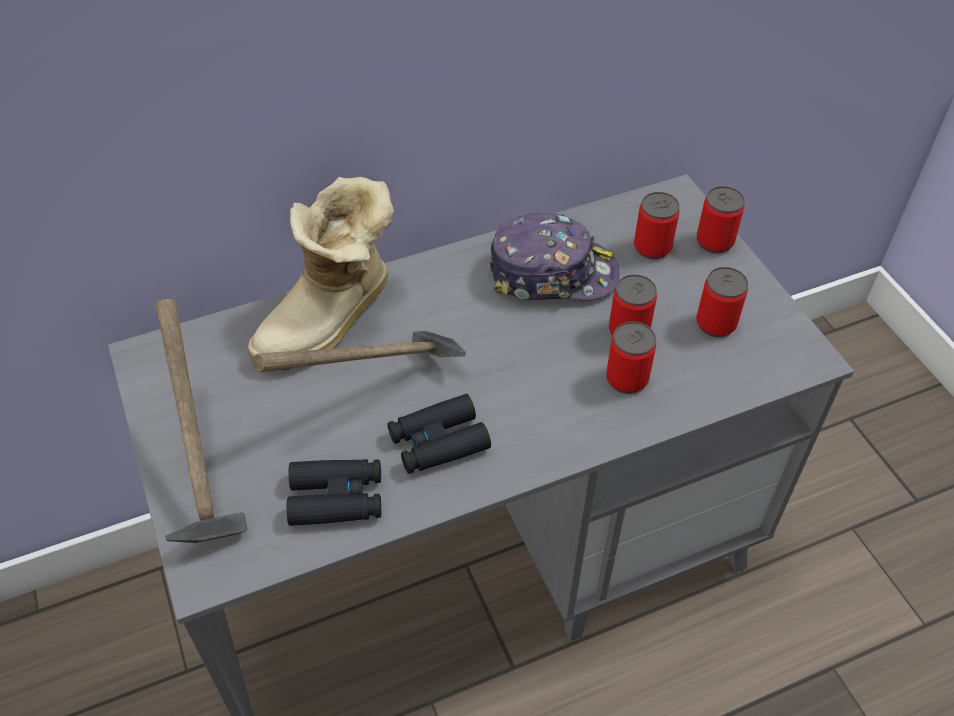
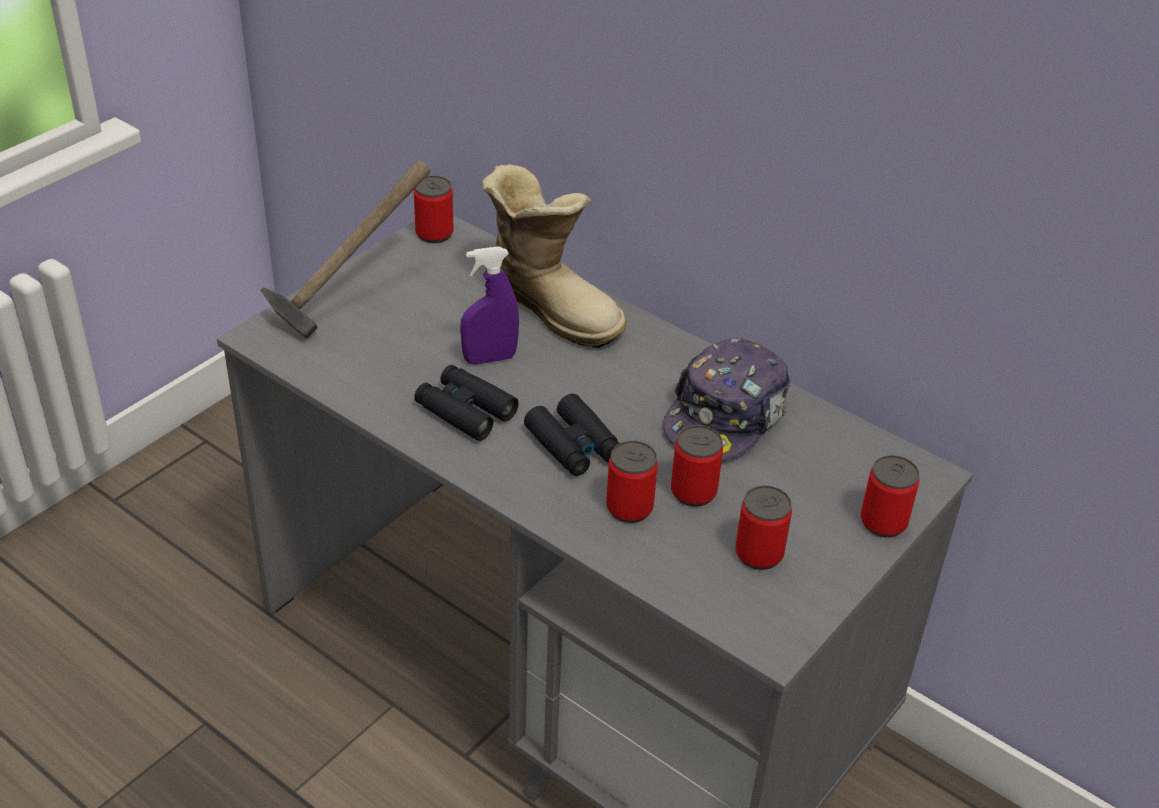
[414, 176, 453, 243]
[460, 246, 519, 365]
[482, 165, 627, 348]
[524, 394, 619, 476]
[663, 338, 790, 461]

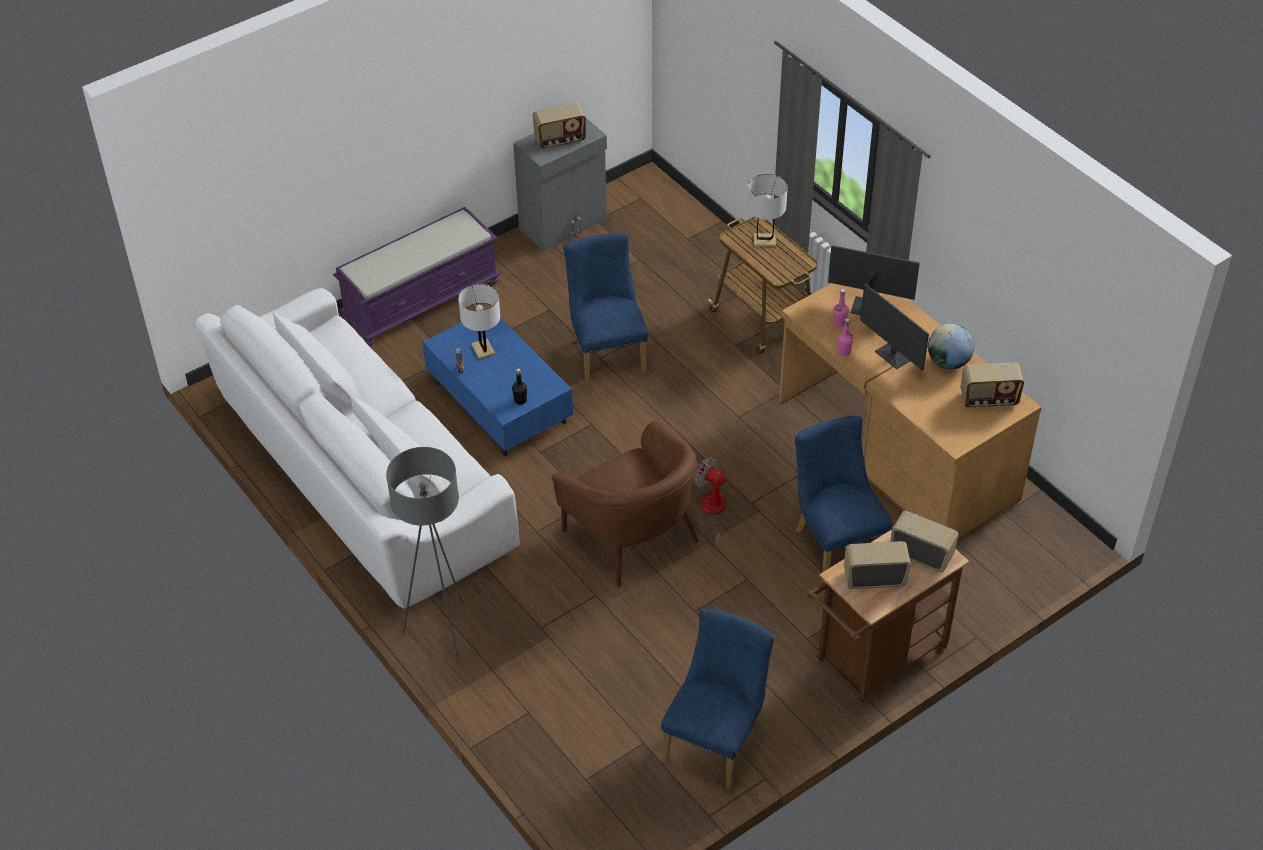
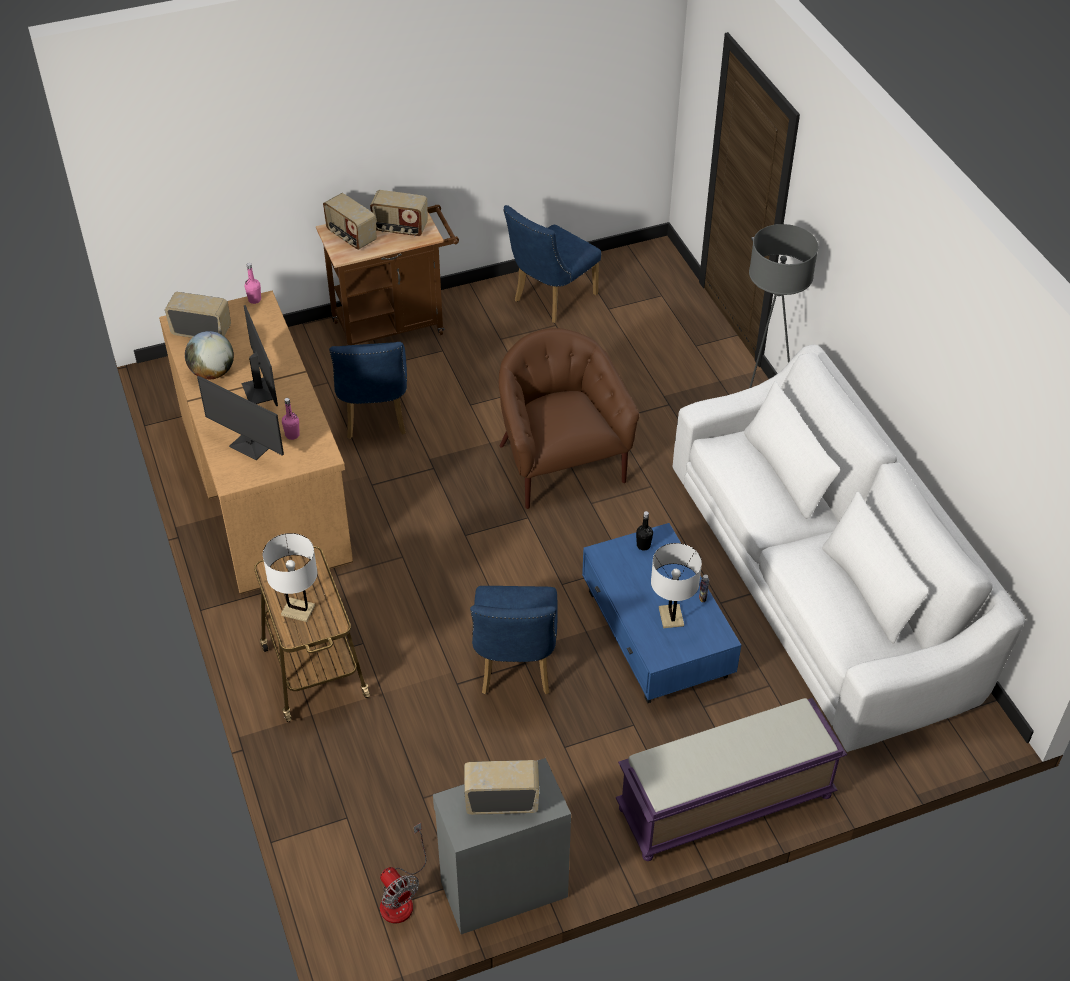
[245, 263, 261, 304]
[380, 823, 426, 924]

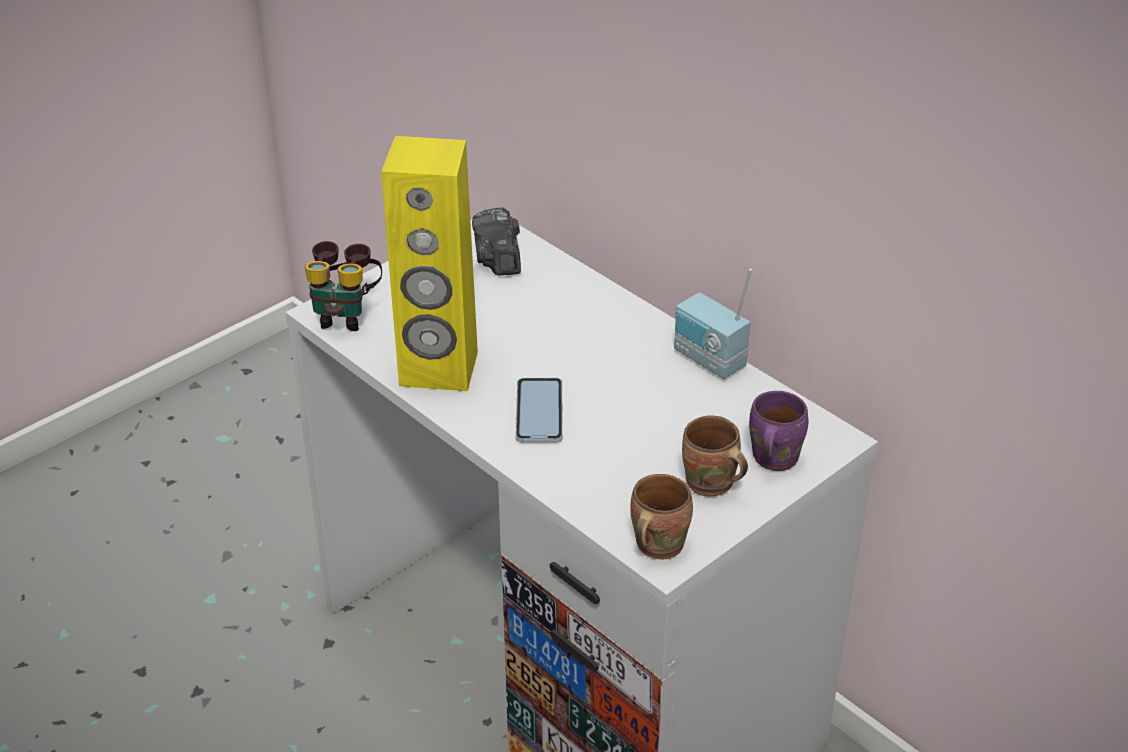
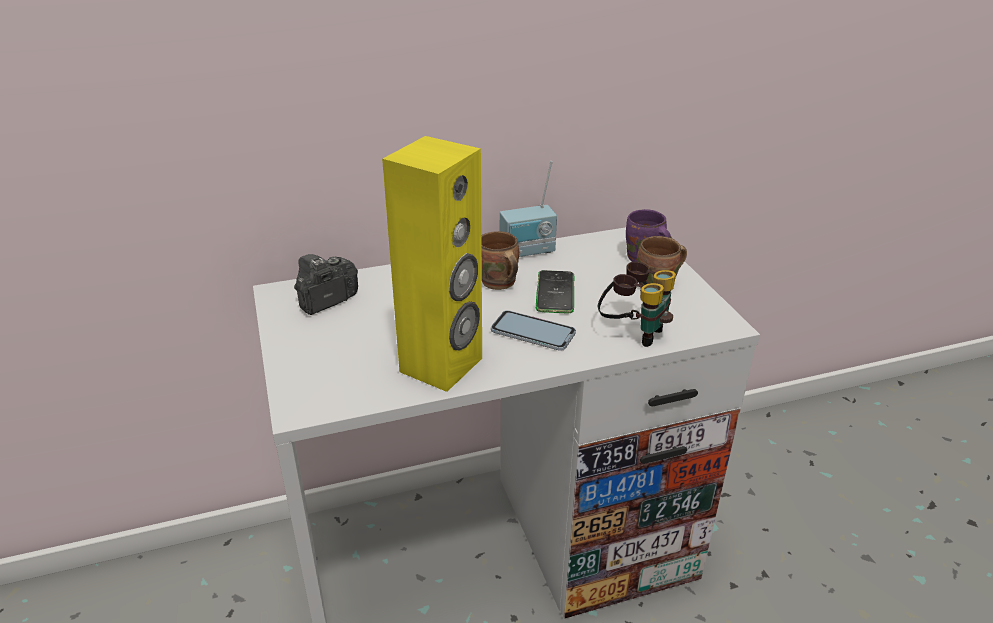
[294, 254, 358, 315]
[481, 231, 519, 290]
[536, 270, 574, 314]
[598, 262, 676, 347]

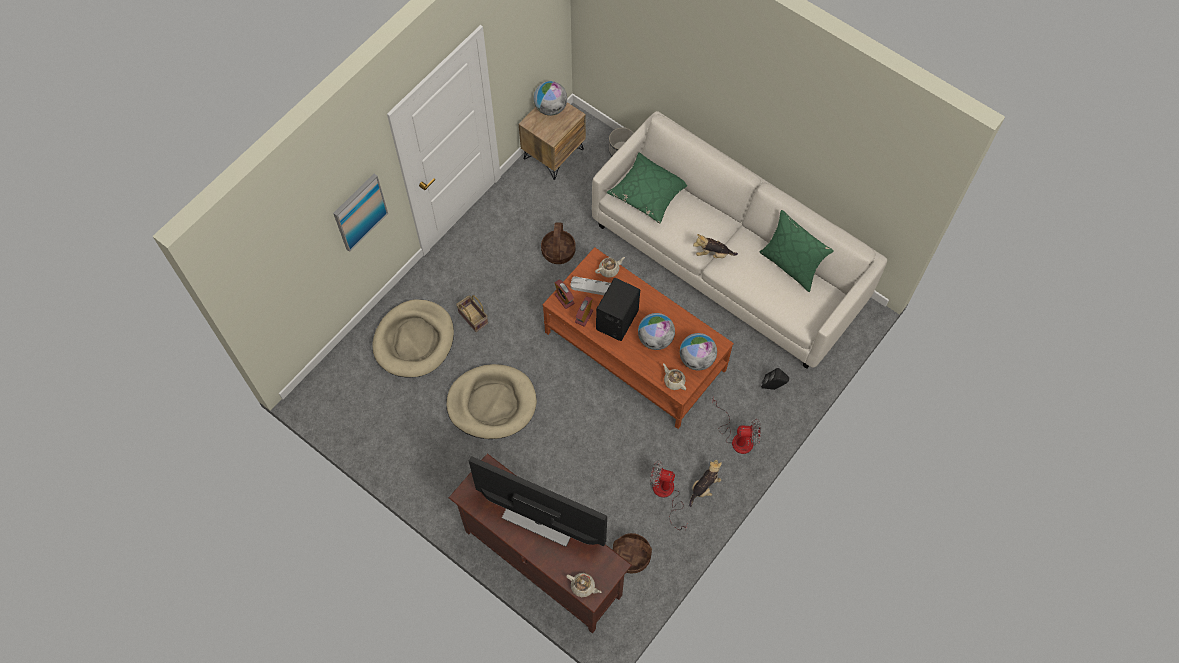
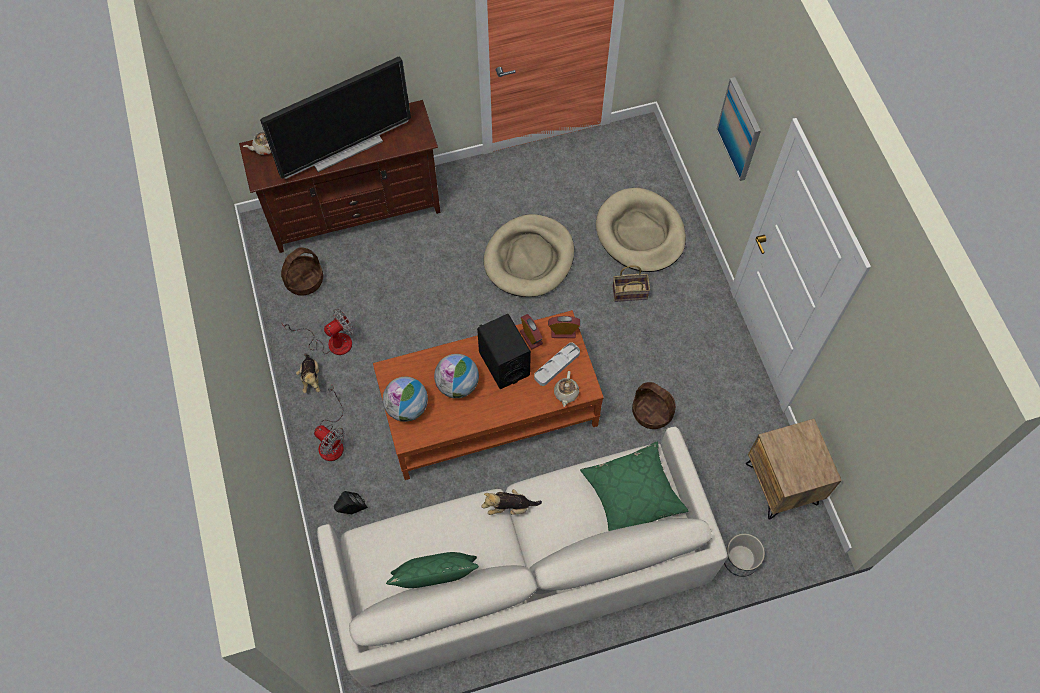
[314, 385, 345, 461]
[481, 489, 542, 515]
[534, 81, 567, 116] (first image)
[663, 363, 686, 390] (first image)

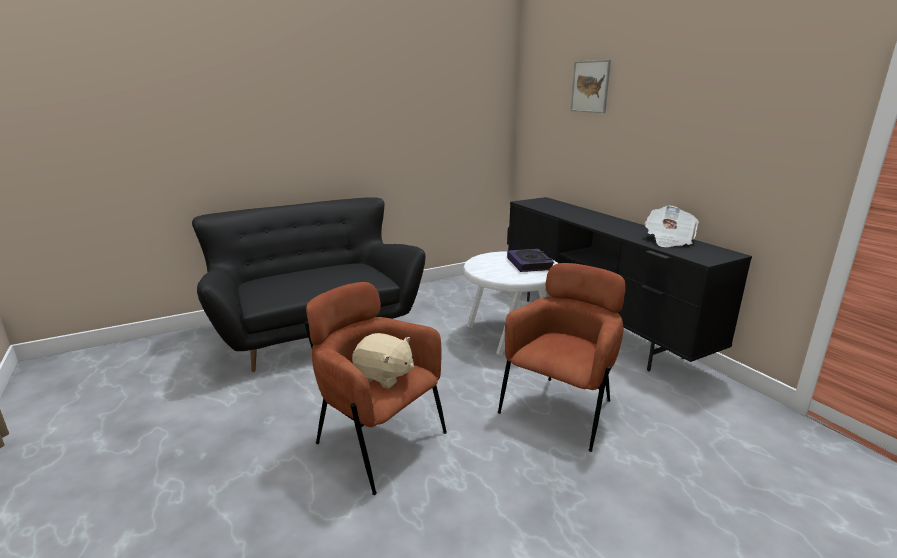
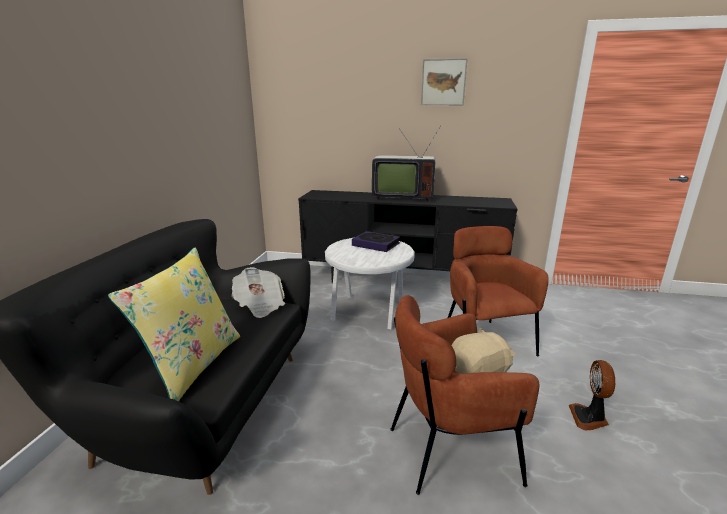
[108, 248, 240, 401]
[231, 267, 285, 318]
[372, 127, 440, 202]
[421, 58, 468, 105]
[569, 360, 615, 430]

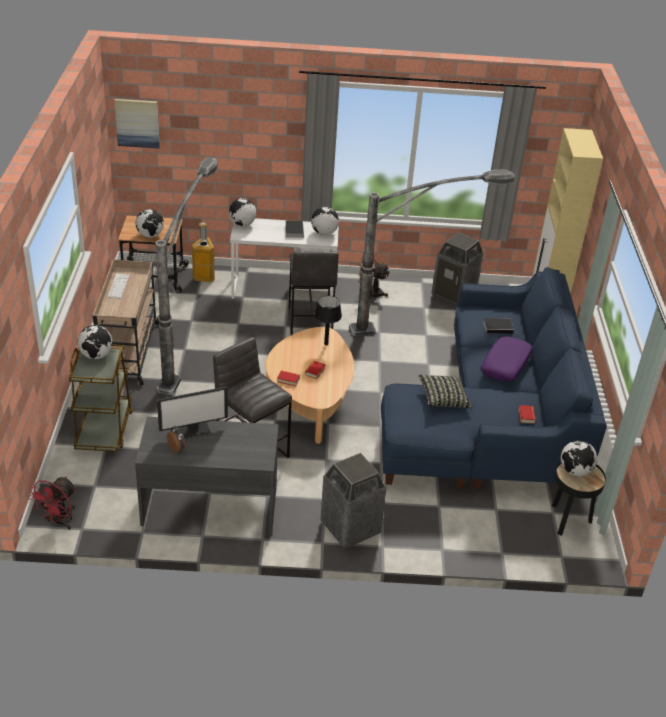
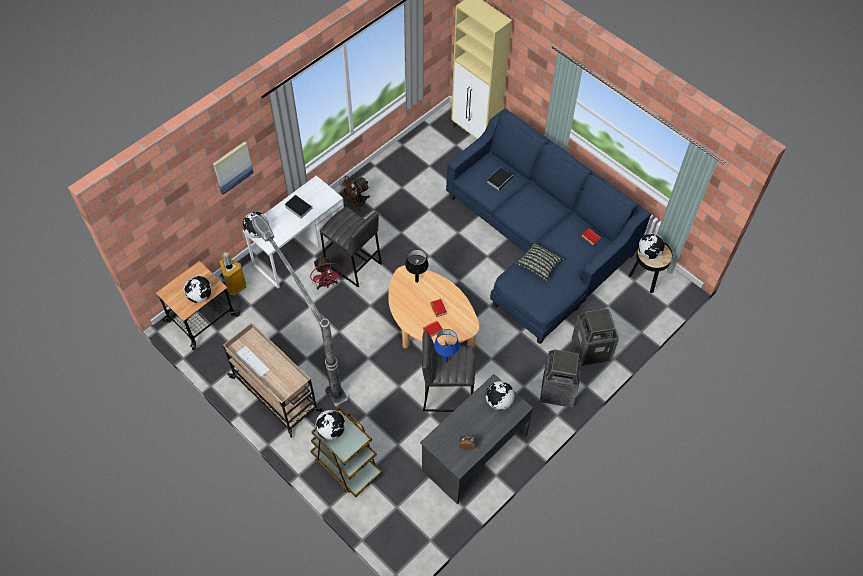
[213, 141, 254, 195]
[310, 256, 342, 289]
[434, 329, 460, 363]
[486, 381, 515, 410]
[572, 308, 619, 366]
[157, 386, 228, 439] (first image)
[349, 170, 515, 336] (first image)
[481, 336, 533, 382] (first image)

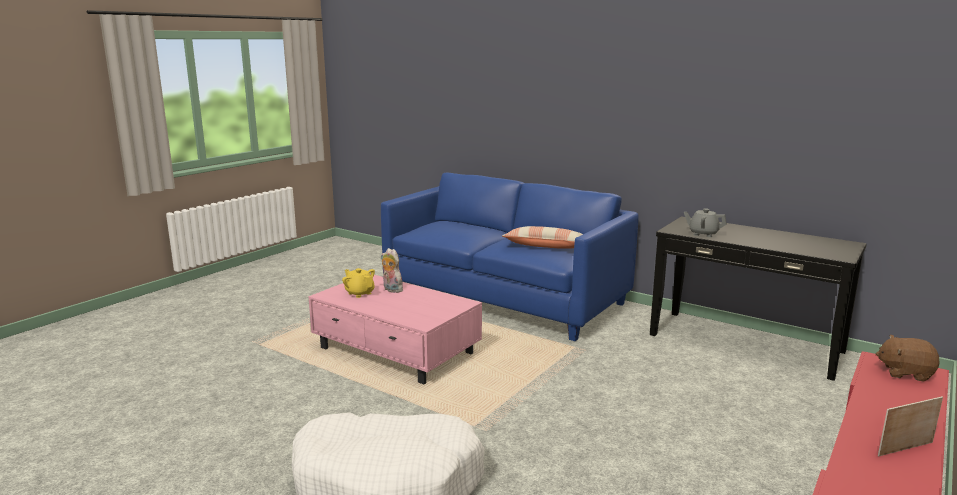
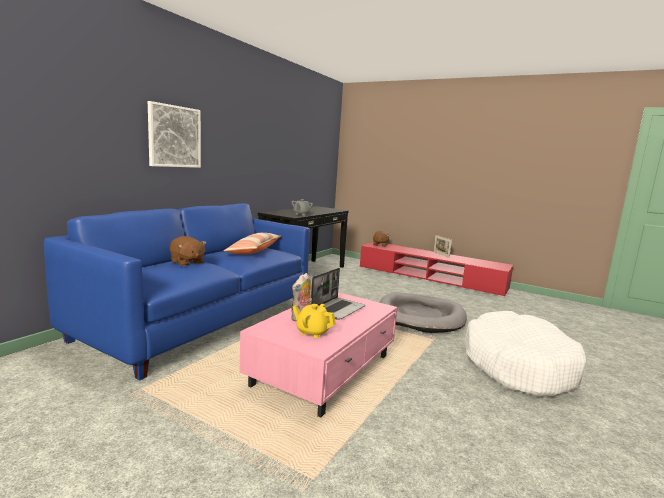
[148, 101, 201, 168]
[170, 236, 207, 266]
[292, 304, 336, 338]
[311, 268, 365, 320]
[379, 292, 467, 333]

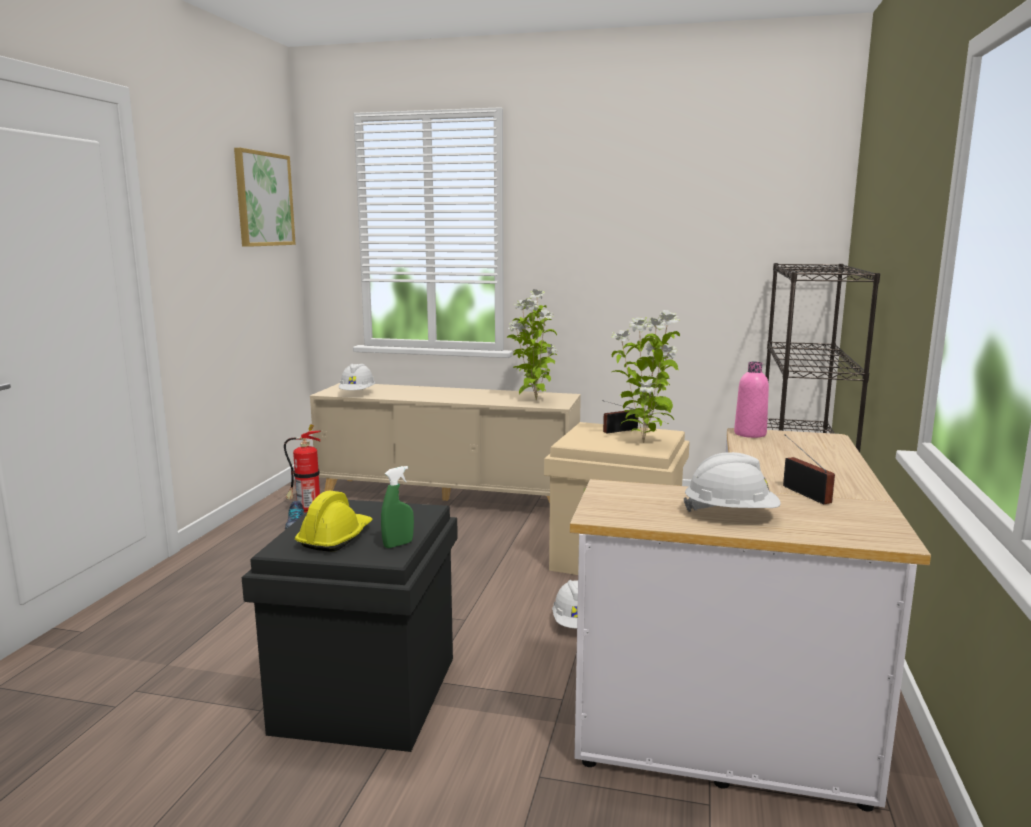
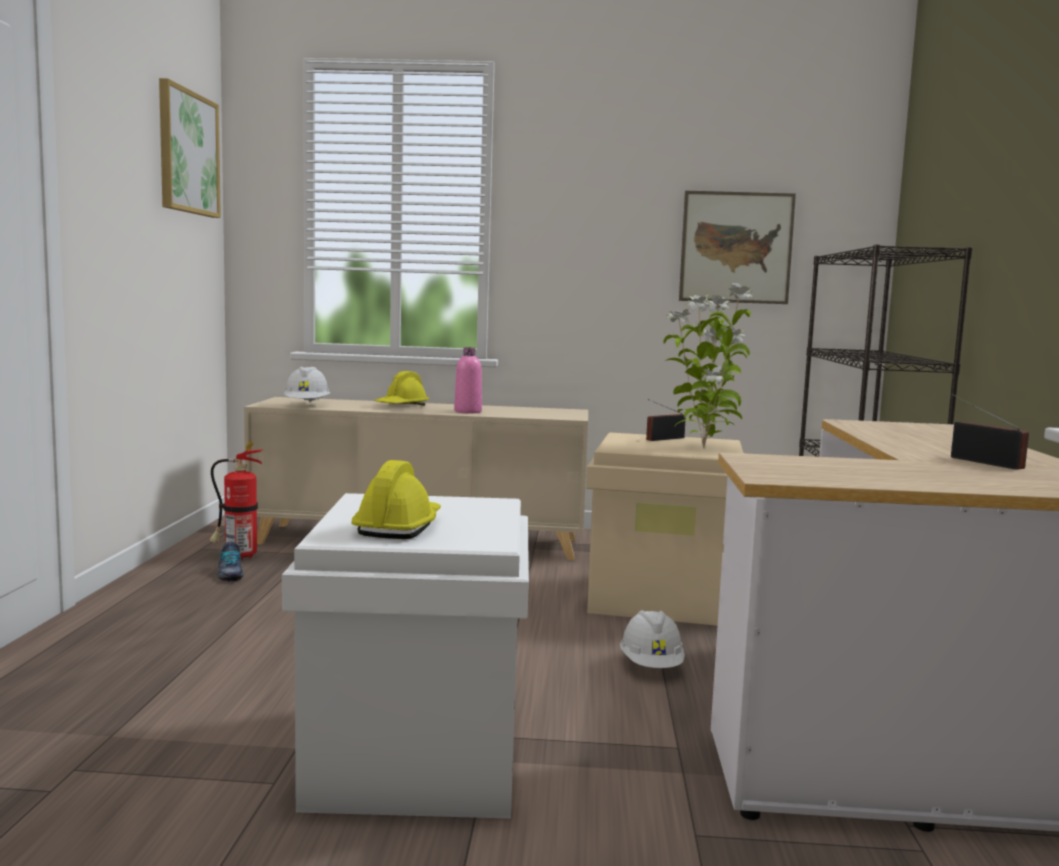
[282, 493, 529, 819]
[375, 371, 429, 406]
[454, 347, 482, 413]
[679, 191, 796, 304]
[381, 466, 414, 548] (first image)
[507, 289, 557, 400] (first image)
[684, 452, 781, 512] (first image)

